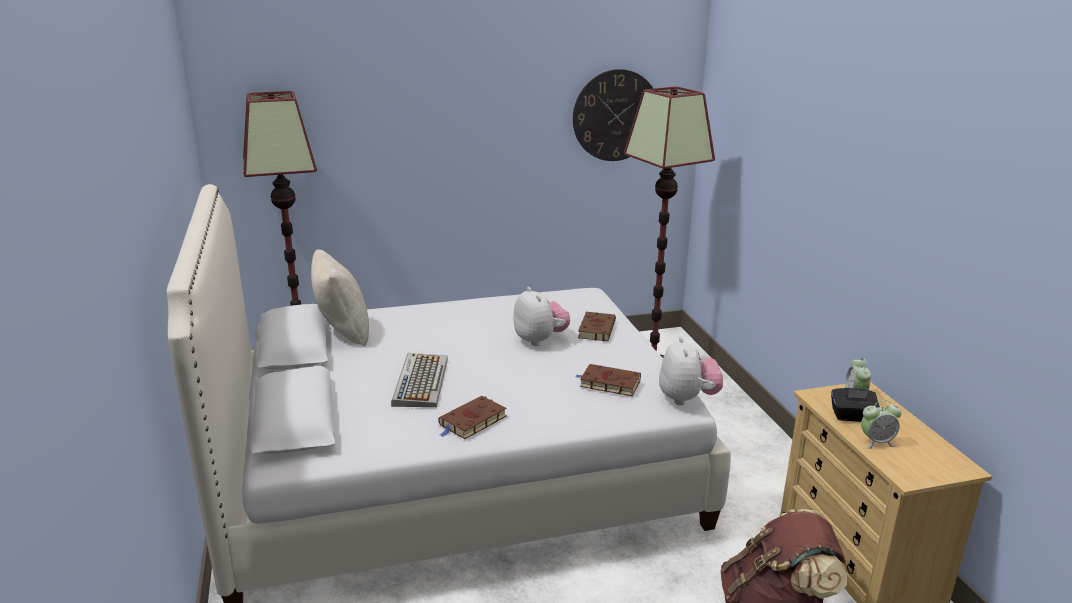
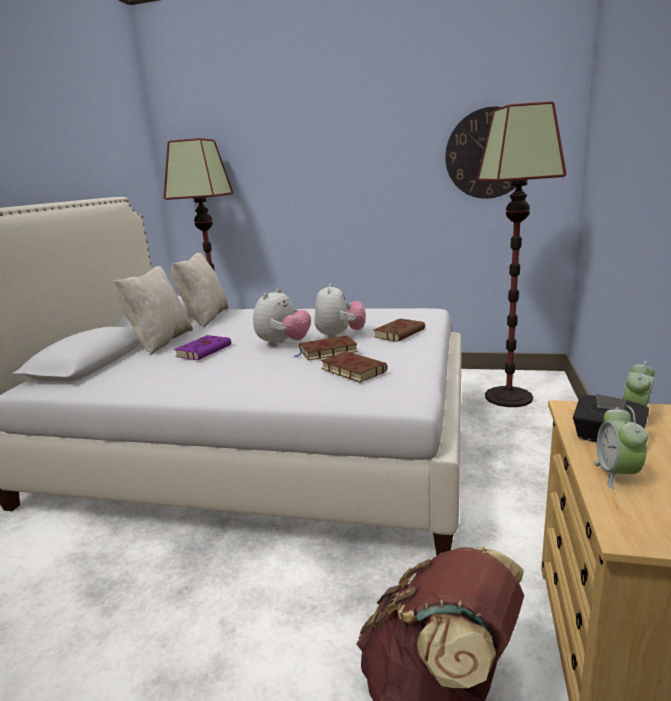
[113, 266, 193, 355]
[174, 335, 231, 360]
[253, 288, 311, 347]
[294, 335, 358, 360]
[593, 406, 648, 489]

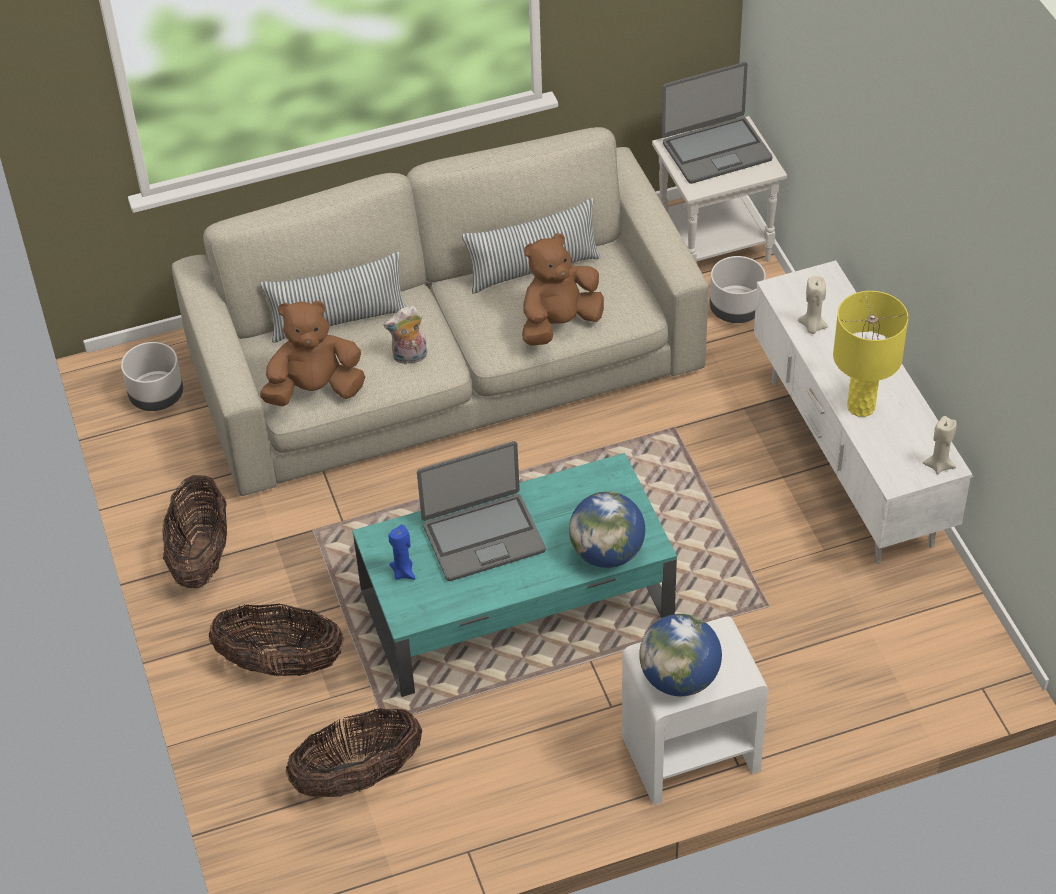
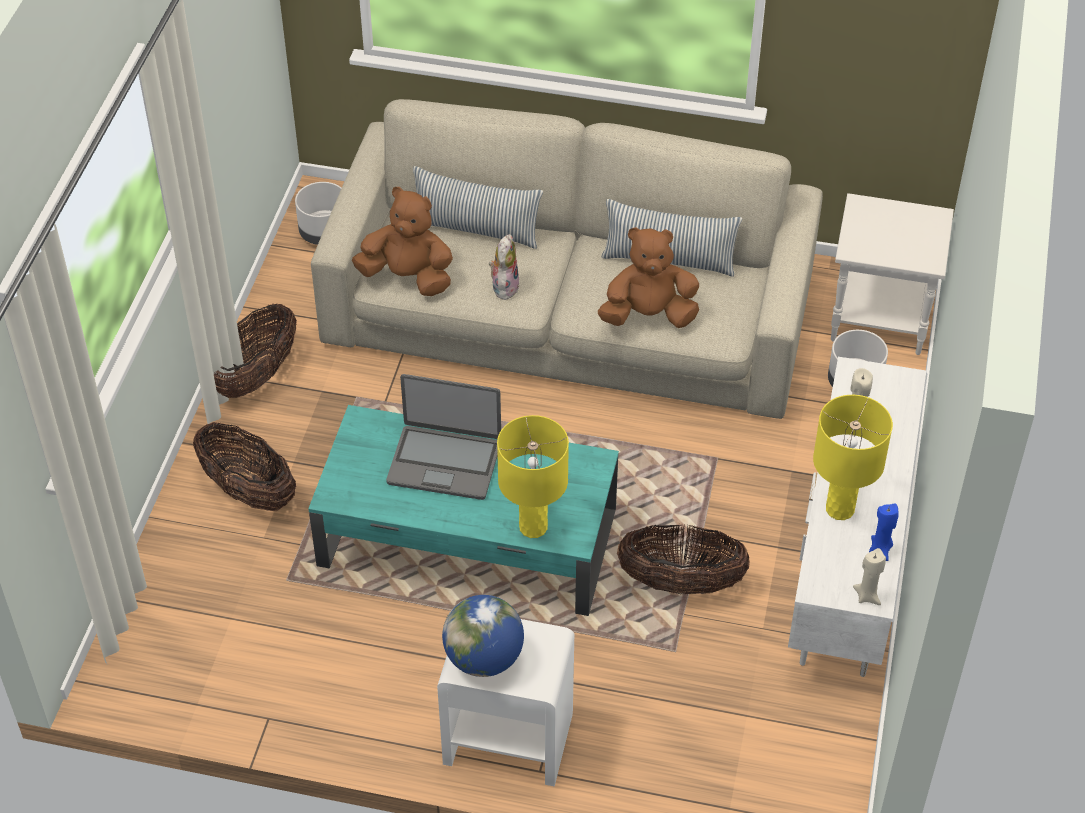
[489, 234, 519, 300]
[497, 415, 569, 538]
[617, 524, 750, 595]
[869, 503, 899, 561]
[661, 62, 773, 184] (first image)

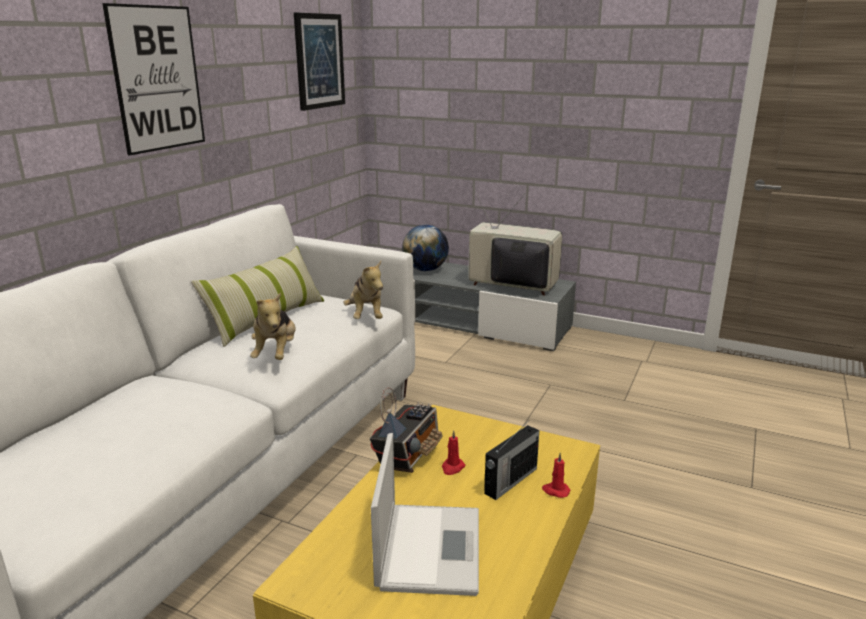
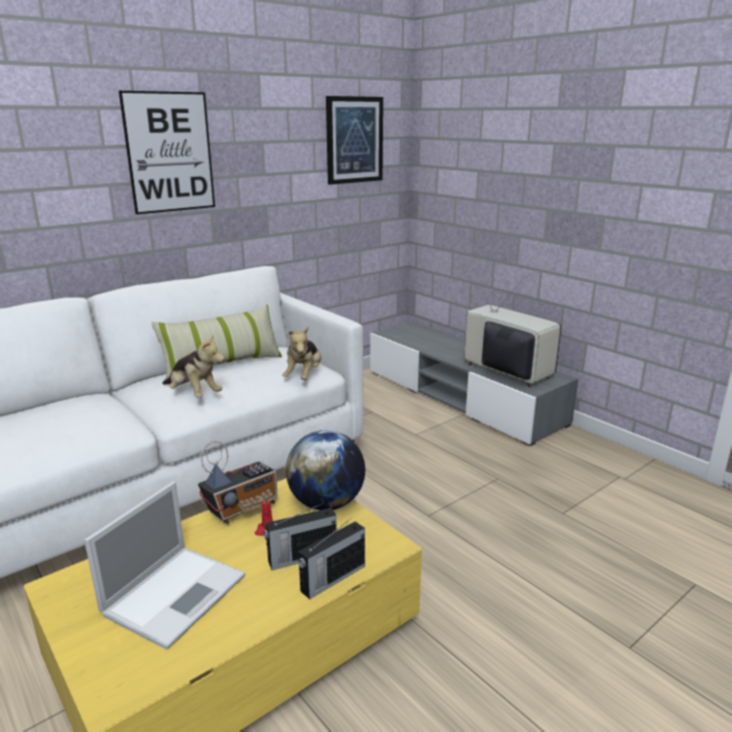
[162, 334, 225, 397]
[286, 430, 365, 510]
[298, 517, 365, 600]

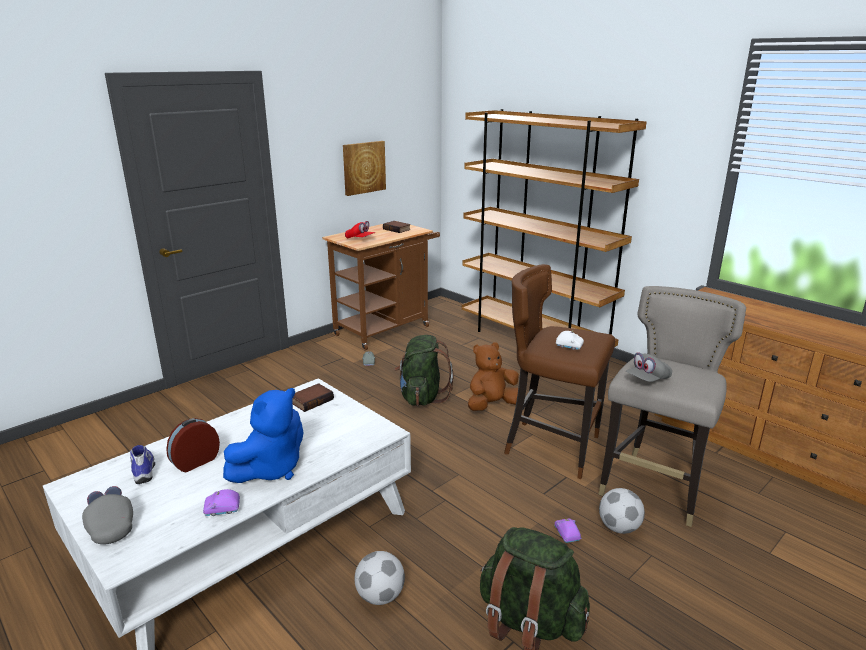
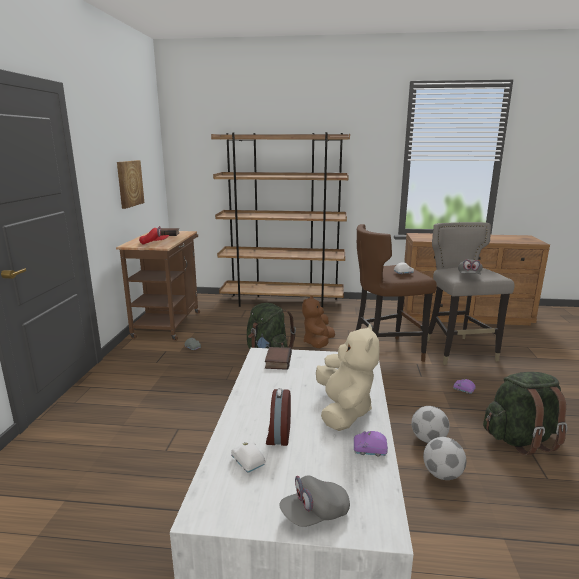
[231, 442, 266, 473]
[279, 475, 350, 527]
[316, 324, 380, 431]
[354, 431, 388, 456]
[411, 406, 450, 443]

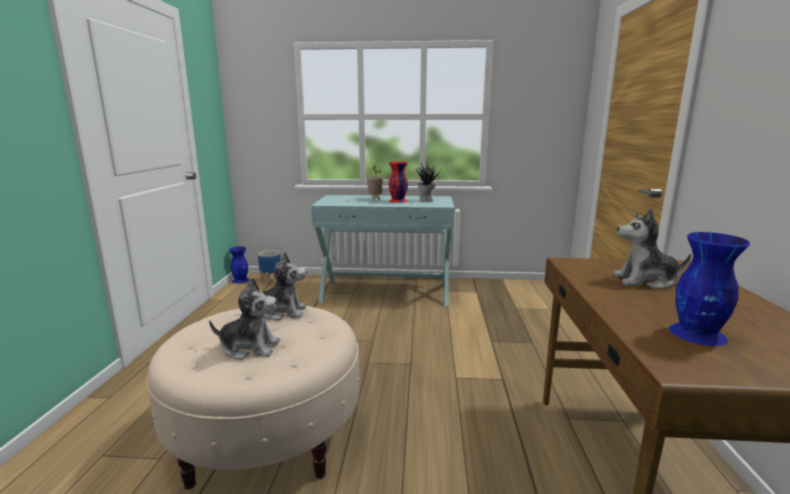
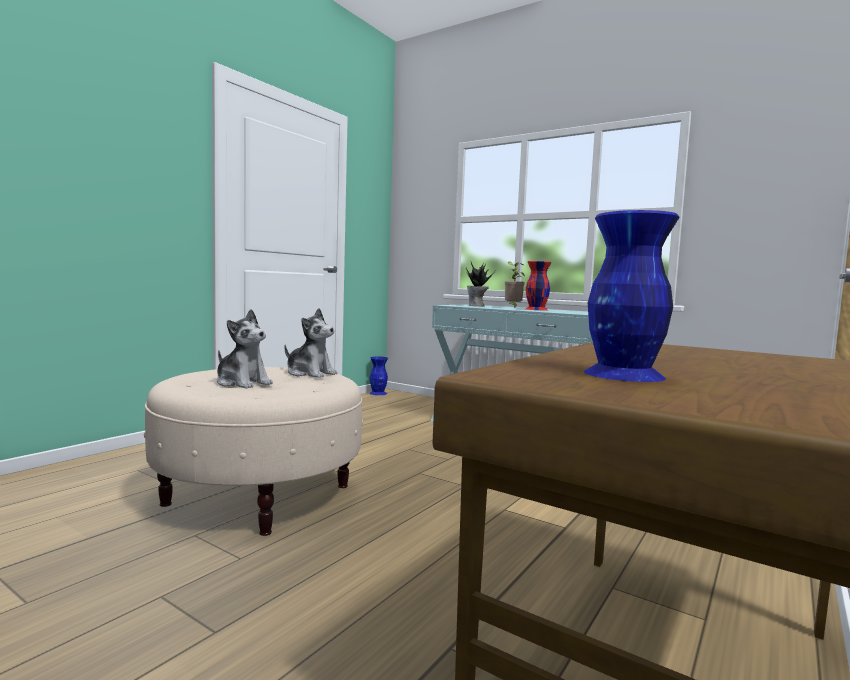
[466, 262, 495, 306]
[258, 250, 281, 285] (first image)
[612, 209, 691, 289] (first image)

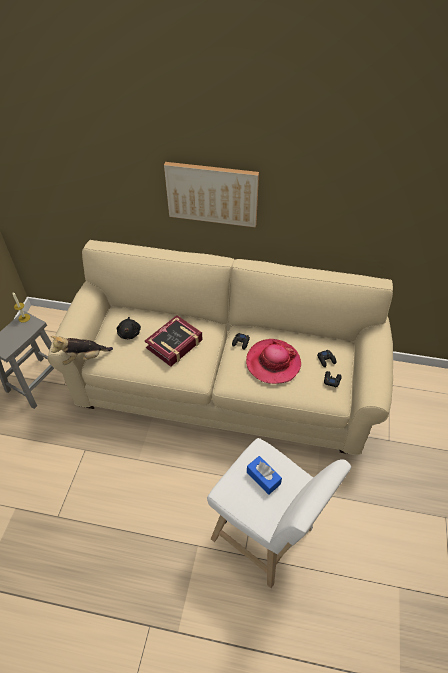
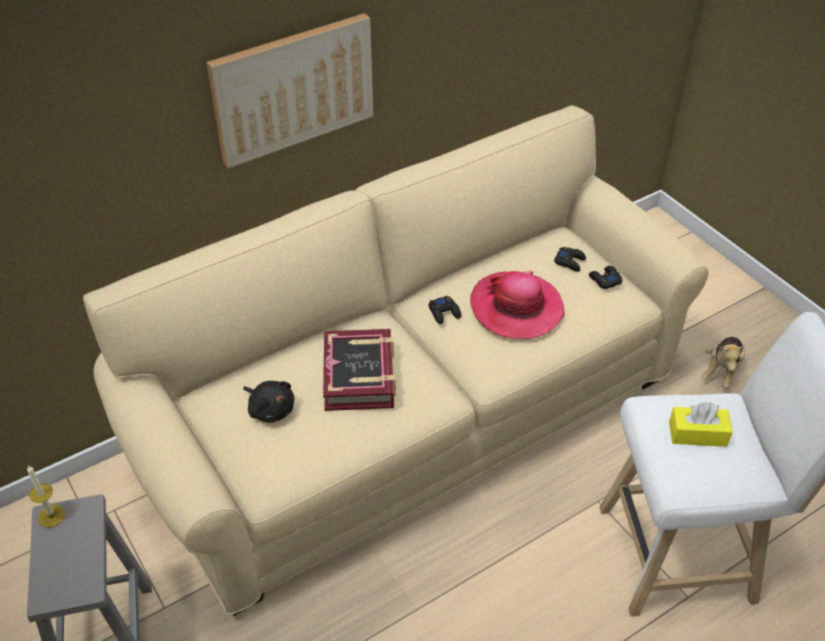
[669, 402, 733, 447]
[702, 337, 745, 389]

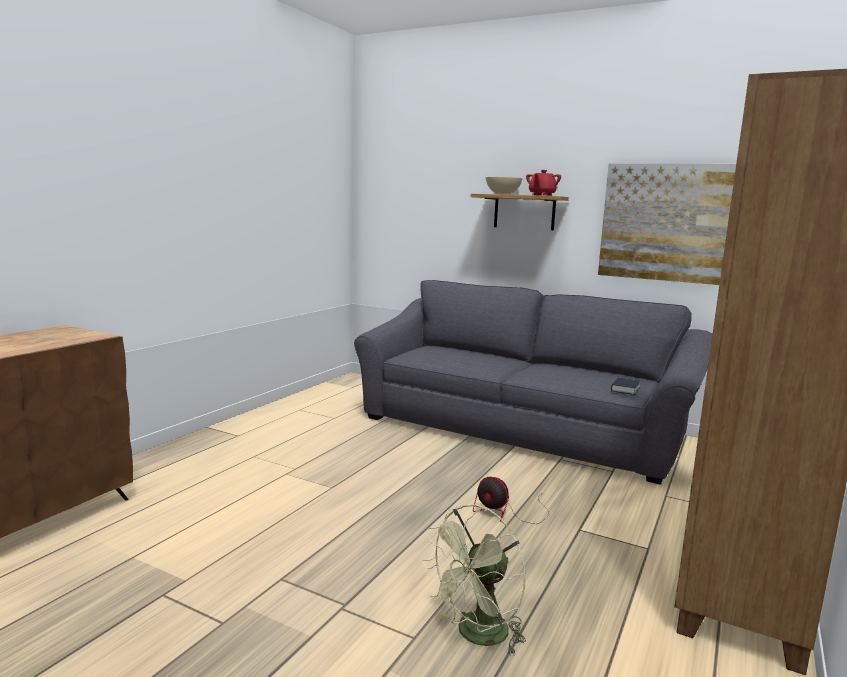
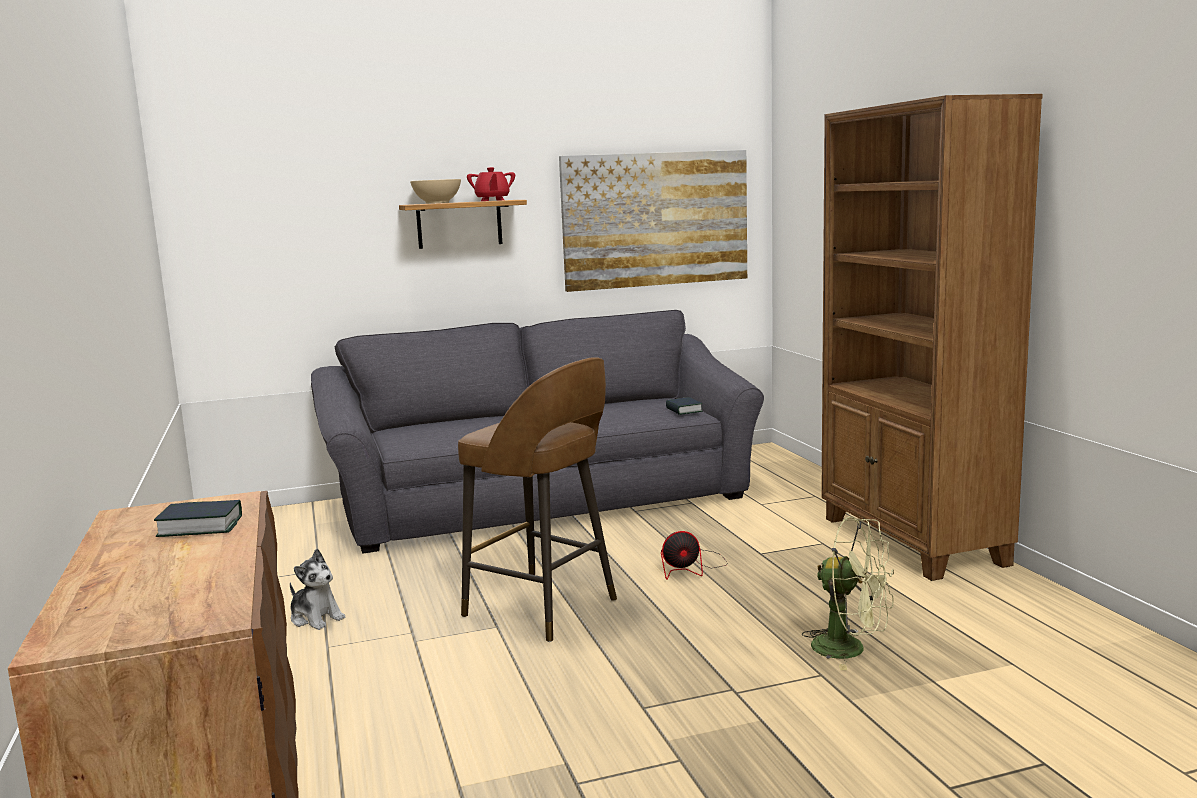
[154, 500, 242, 537]
[290, 549, 345, 630]
[458, 357, 617, 642]
[802, 517, 894, 670]

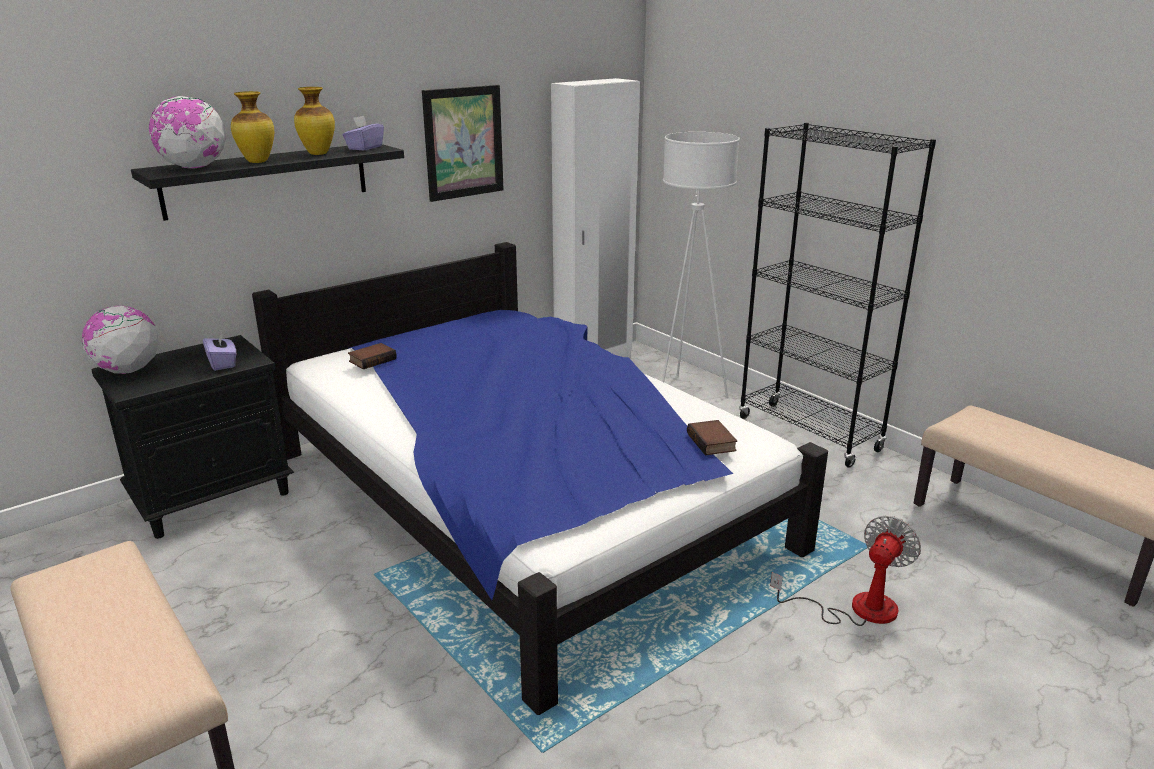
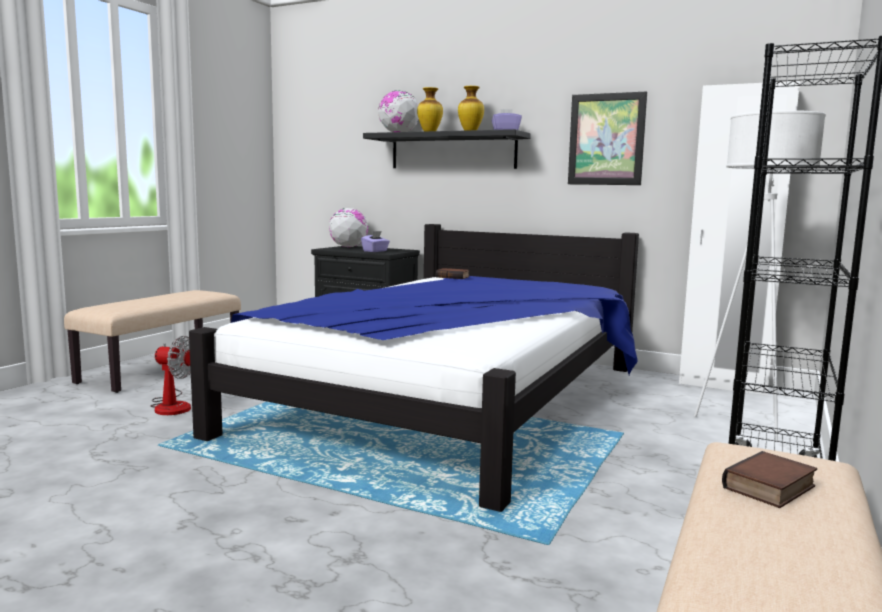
[150, 336, 191, 415]
[722, 451, 817, 508]

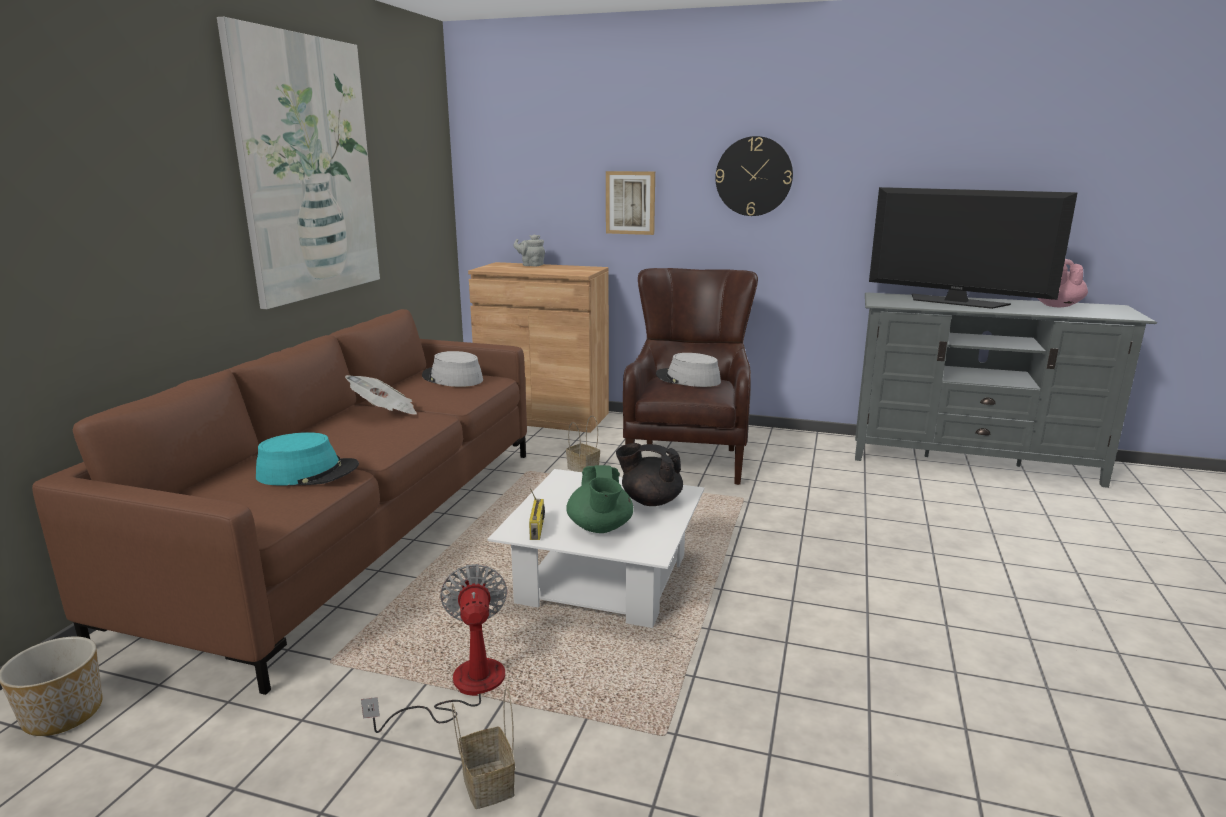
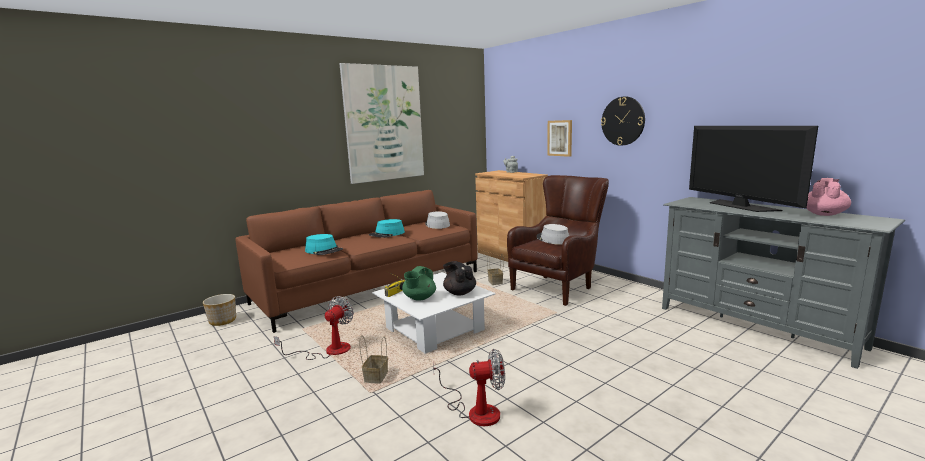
[360, 335, 388, 383]
[369, 219, 405, 238]
[433, 349, 505, 426]

